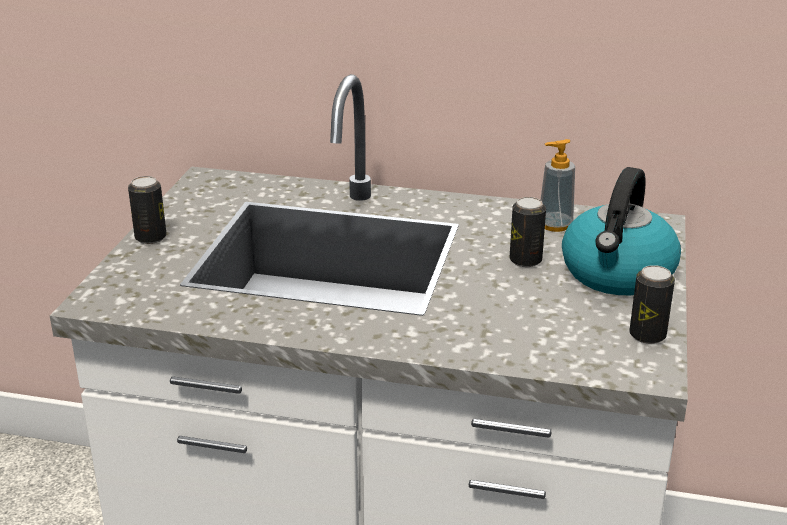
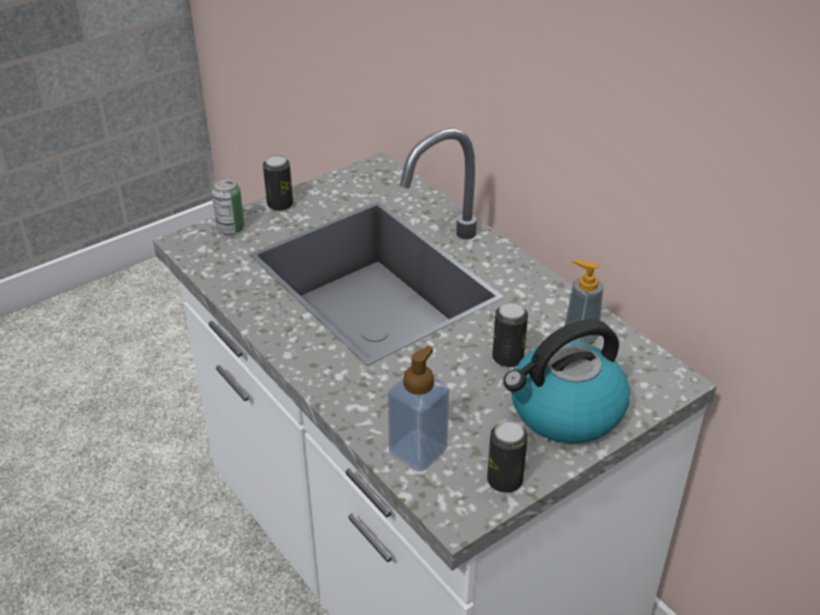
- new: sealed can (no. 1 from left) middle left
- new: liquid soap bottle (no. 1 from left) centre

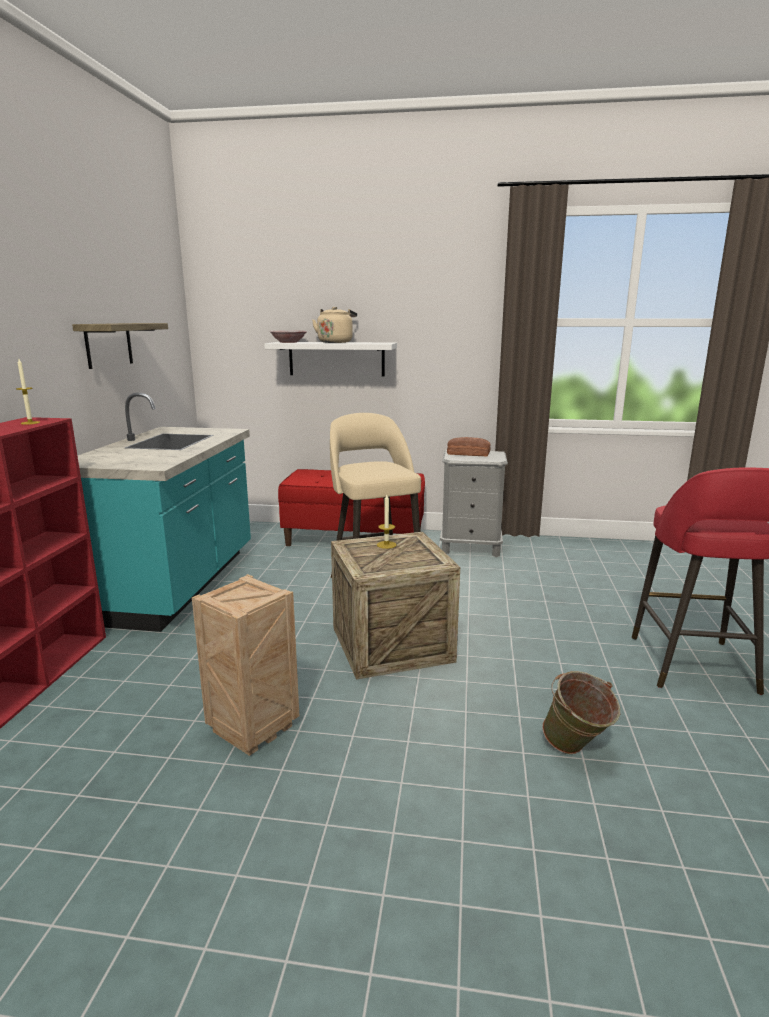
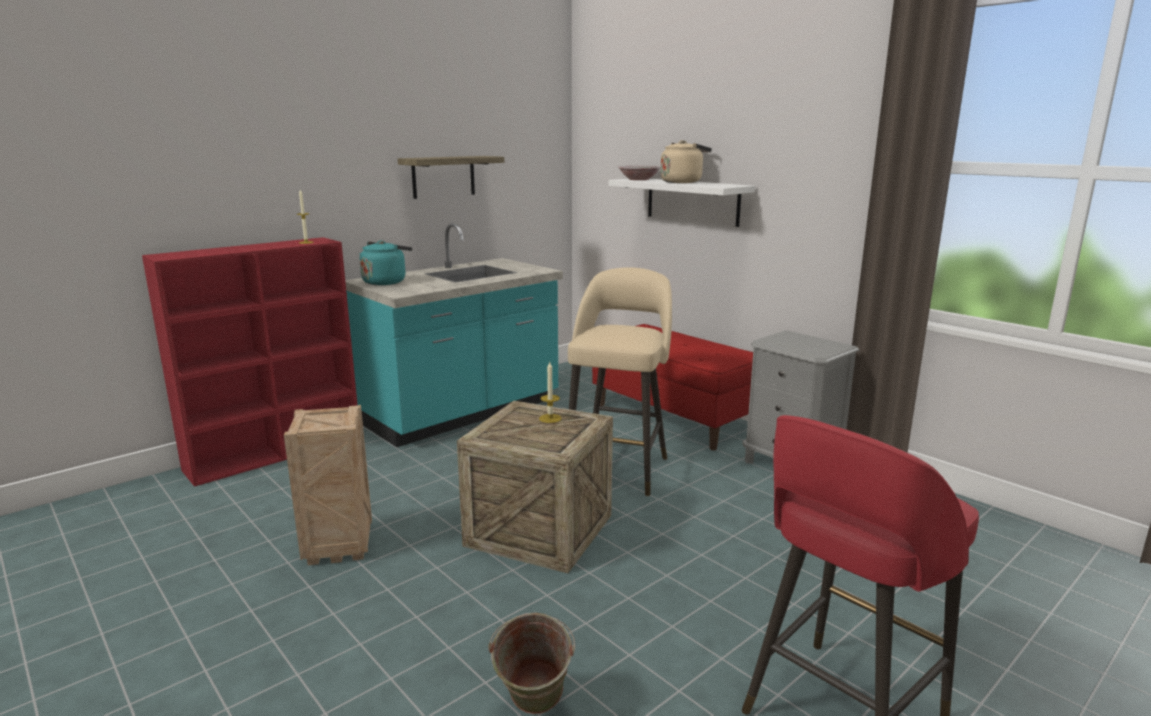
- gone: bread centre
- new: blue-green kettle centre

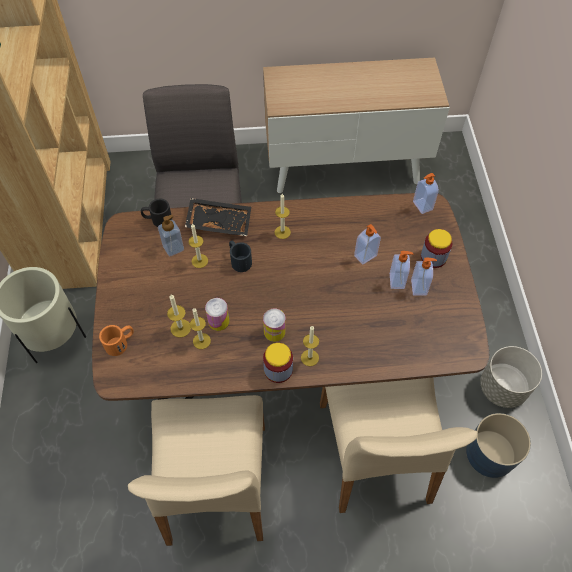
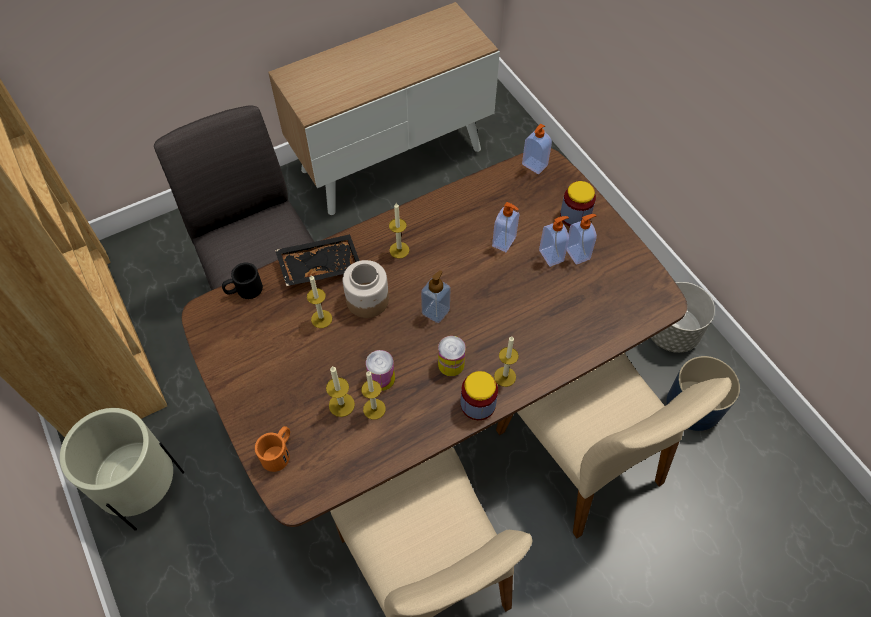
- shifted: liquid soap bottle (no. 1 from left) middle left to centre
- swapped: black-coloured tea mug (no. 2 from left) centre to storage jar (no. 1 from left) centre

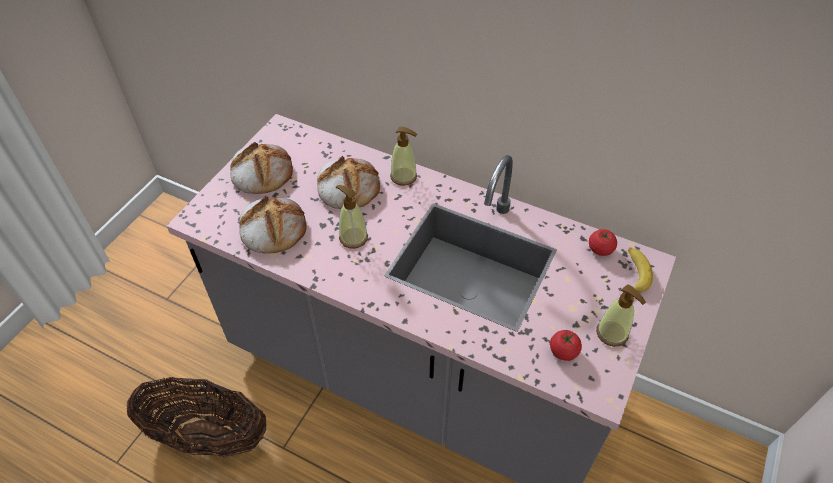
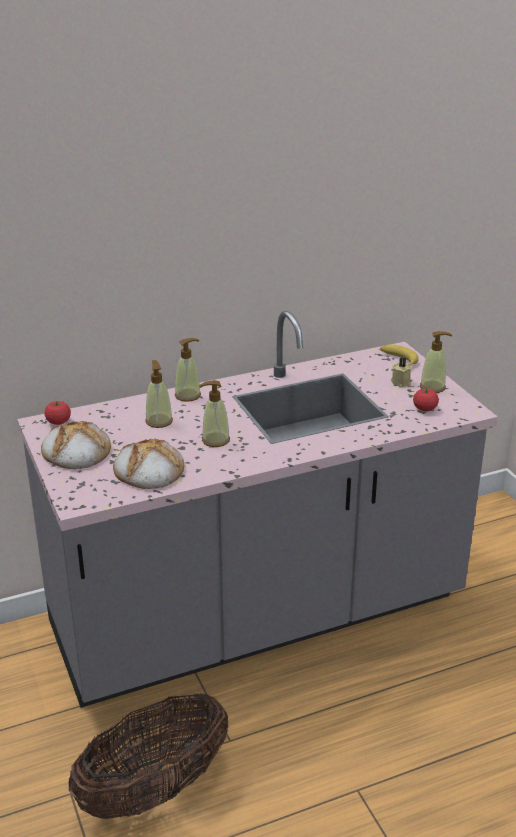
- swapped: bread (no. 3 from left) centre to liquid soap bottle (no. 1 from left) middle left
- shifted: tomato (no. 2 from left in the first image) middle right to tomato (no. 1 from left) middle left
- new: beige-coloured wax candle middle right

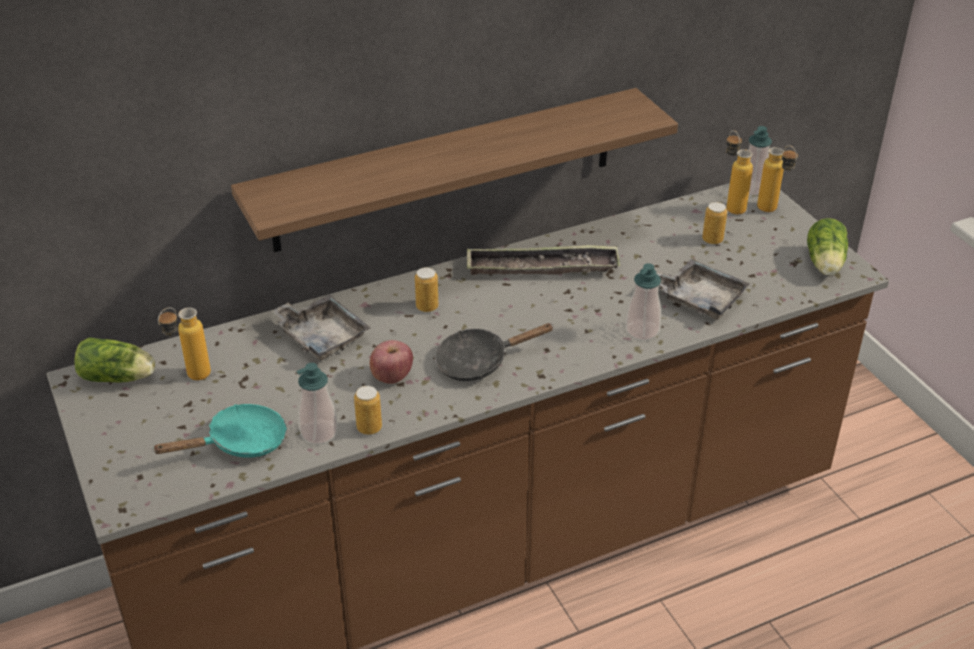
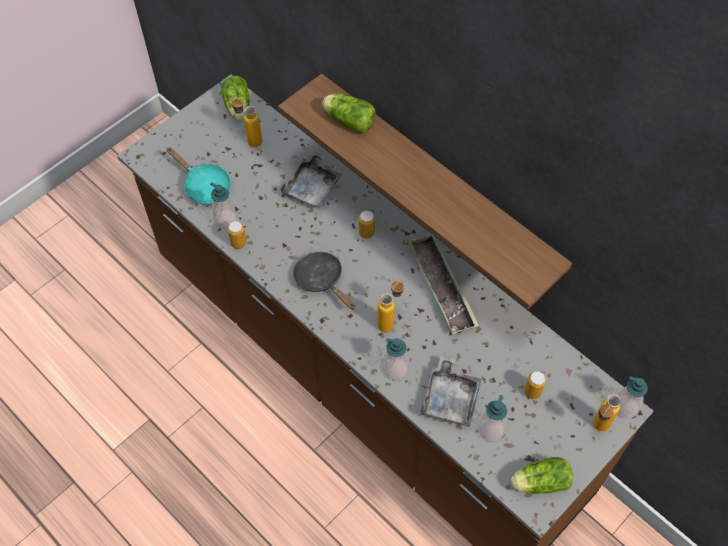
- gone: apple fruit centre
- shifted: bottle (no. 2 from left) top right to centre
- new: lettuce head (no. 2 from left) top centre
- new: liquid soap bottle (no. 3 from left) bottom right

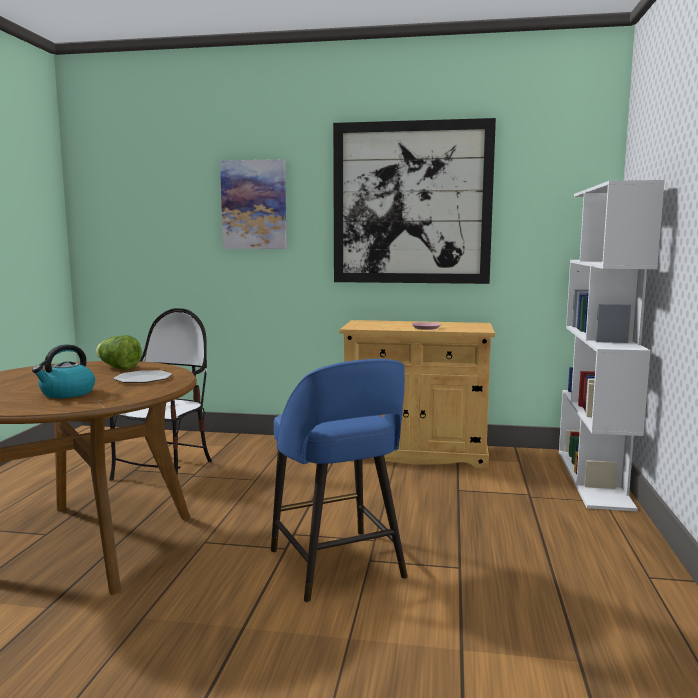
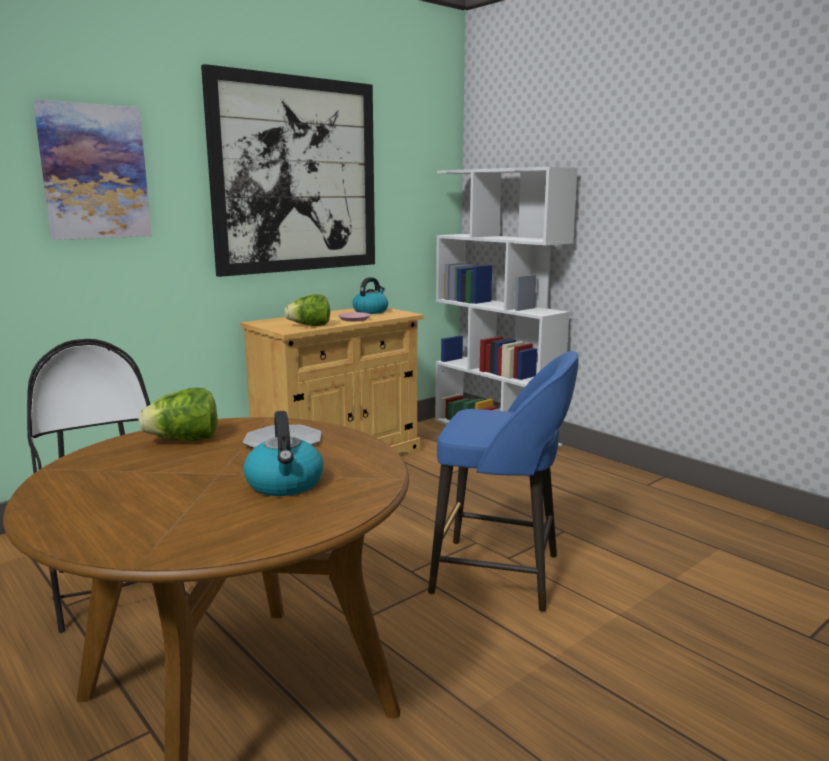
- new: lettuce head (no. 2 from left) centre
- new: kettle (no. 2 from left) centre

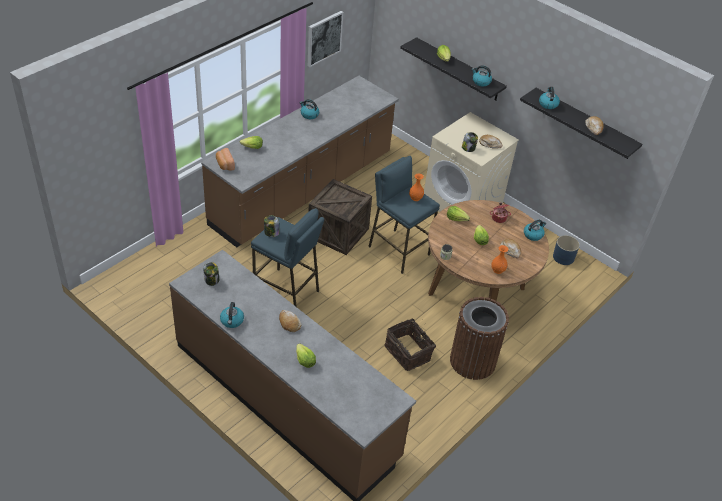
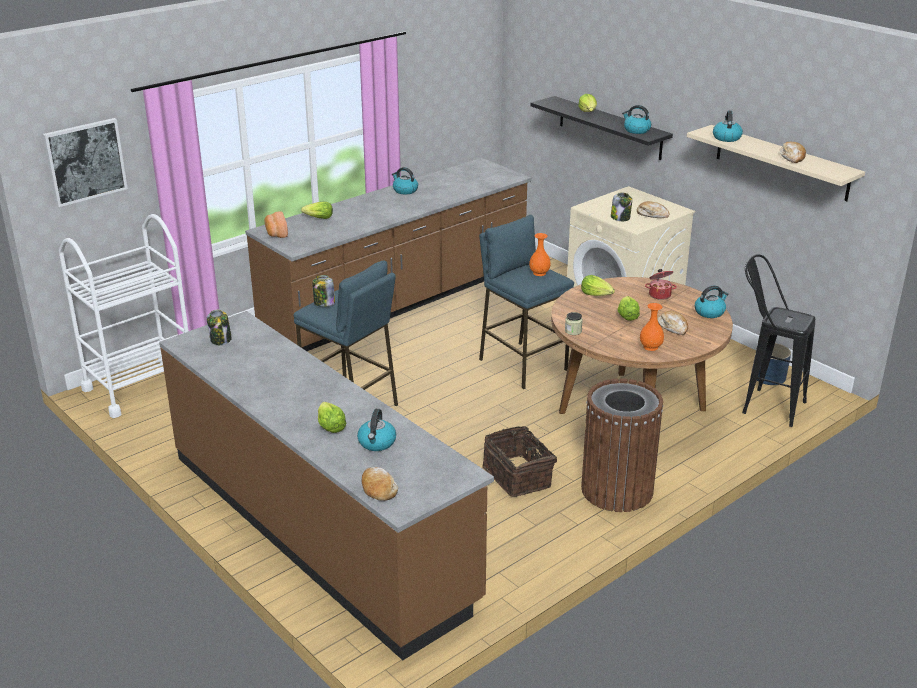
- shifted: kettle (no. 1 from left) middle left to centre
- shifted: bread (no. 2 from left) centre to bottom centre
- shifted: picture top centre to top left
- gone: shipping crate centre
- repainted: black-coloured bracket shelf (no. 2 from left) top right to beige-coloured bracket shelf top right
- new: white-coloured trolley middle left
- new: black-coloured sitting stool middle right

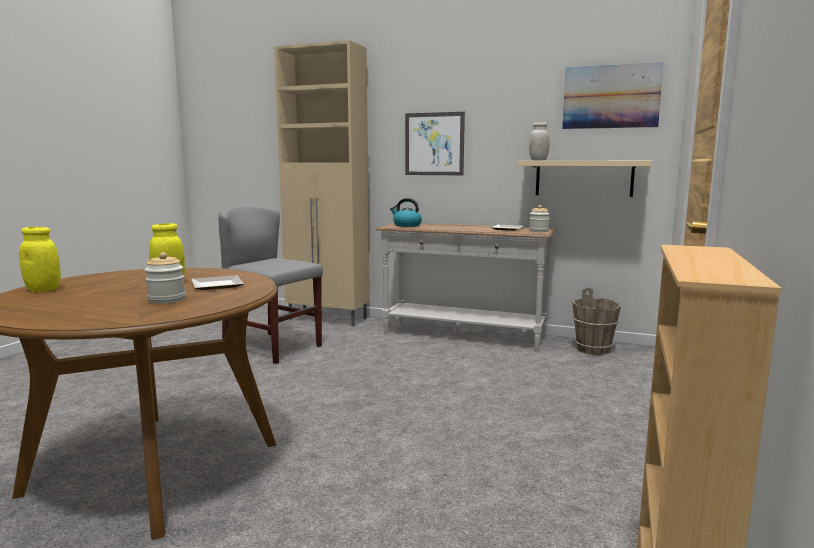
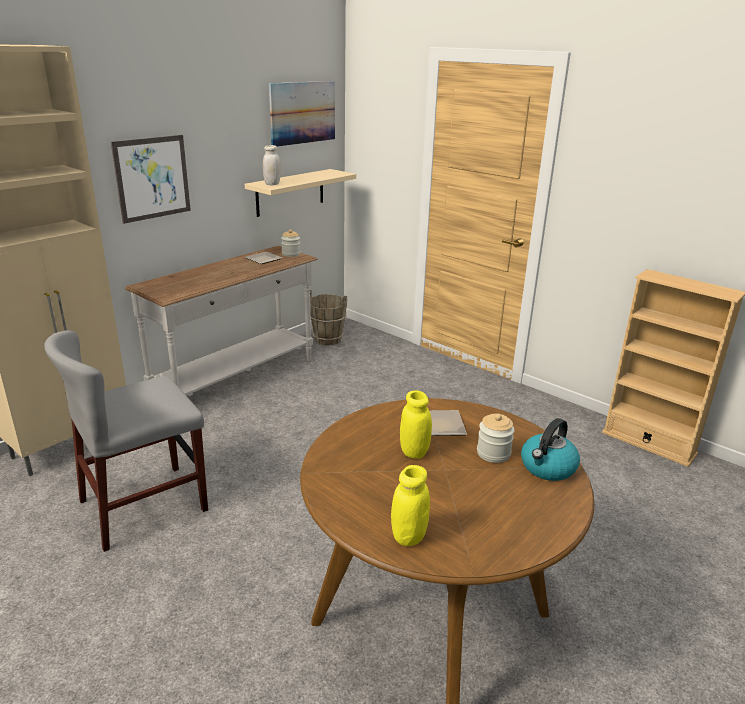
- shifted: kettle centre to middle right

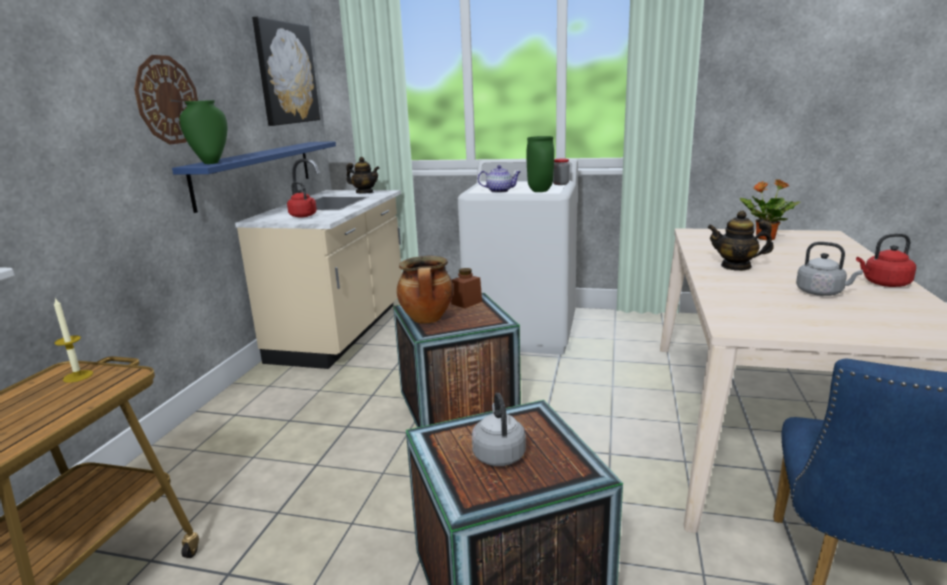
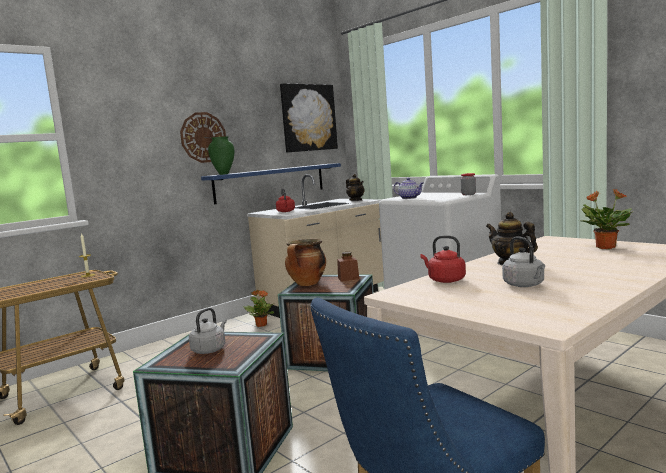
- gone: green-coloured flower vase (no. 2 from left) top centre
- shifted: red-coloured kettle (no. 2 from left) middle right to centre
- new: plant in a pot (no. 1 from left) centre

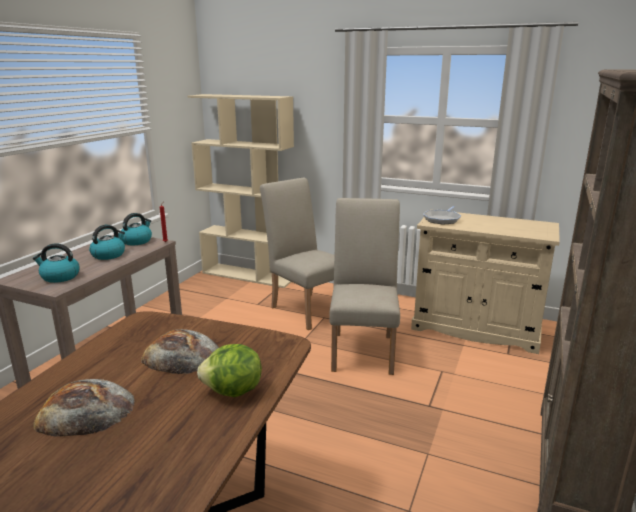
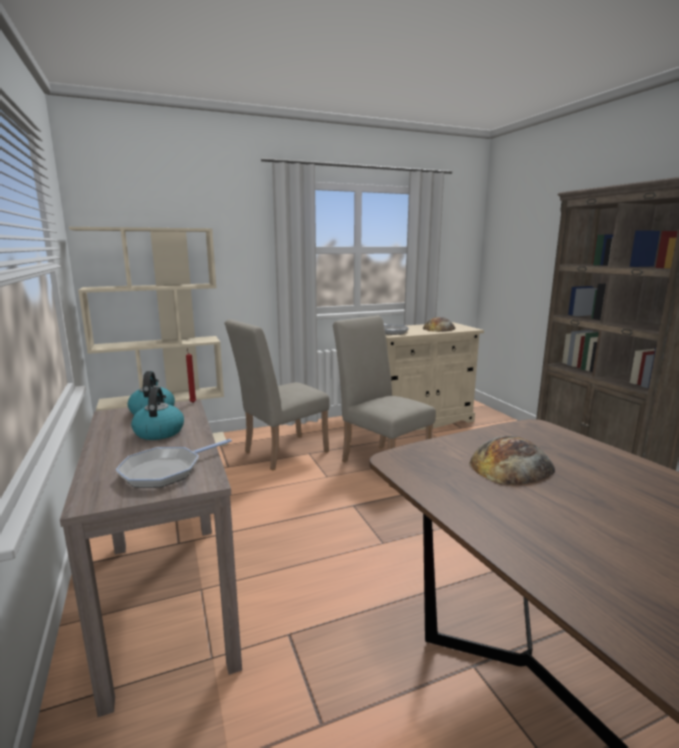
- swapped: kettle (no. 1 from left) middle left to pan (no. 1 from left) middle left
- shifted: bread (no. 1 from left) bottom left to centre
- gone: lettuce head bottom centre
- rotated: beige-coloured chair (no. 1 from left) centre = centre 45 degrees counterclockwise

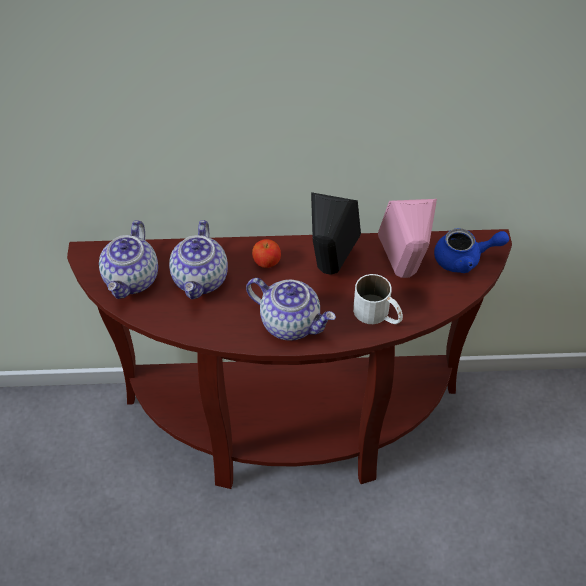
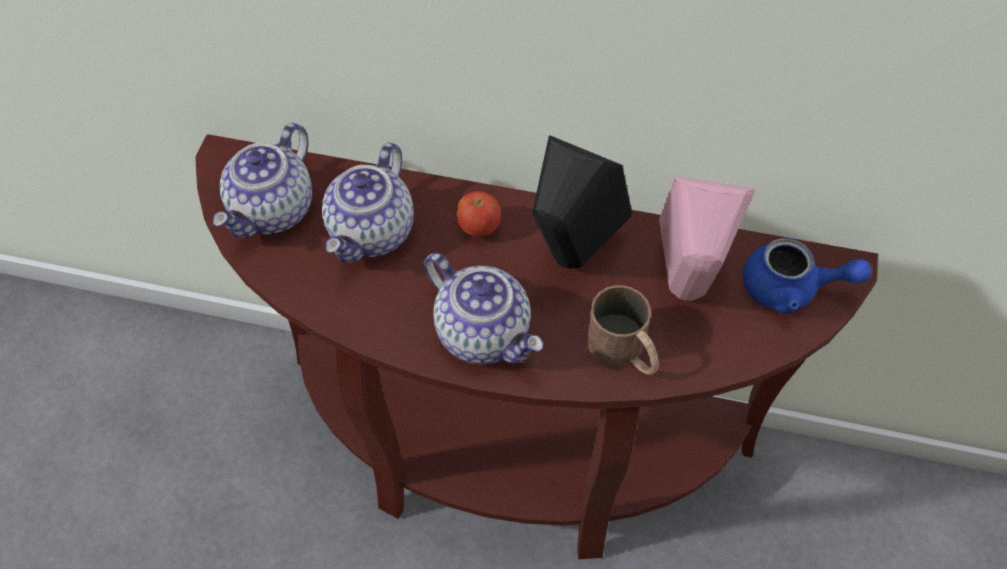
- repainted: white-coloured tea mug centre to brown-coloured tea mug centre

